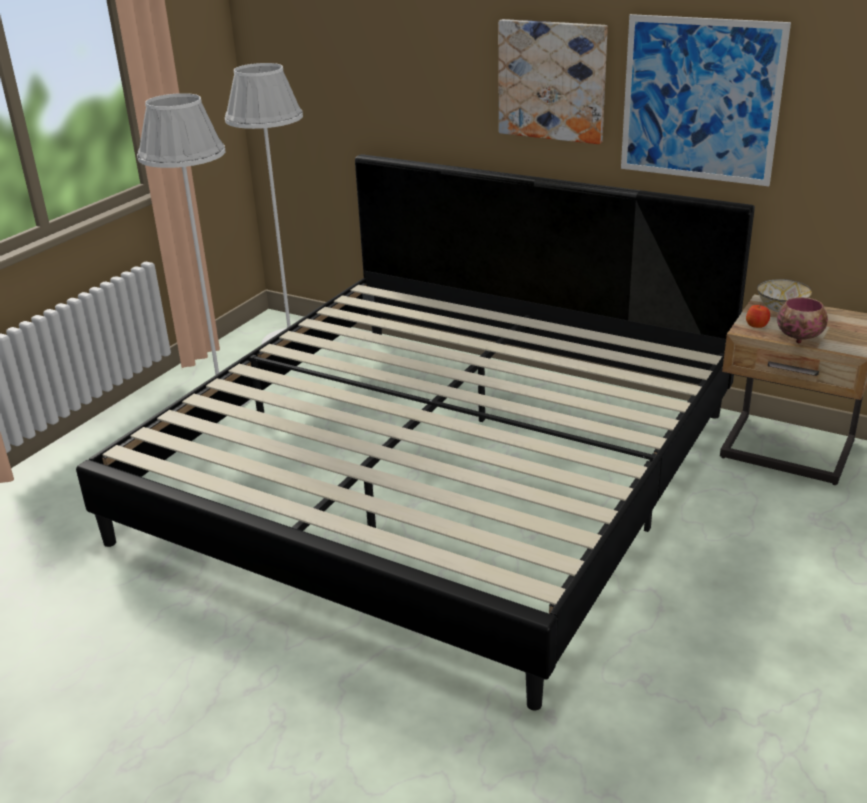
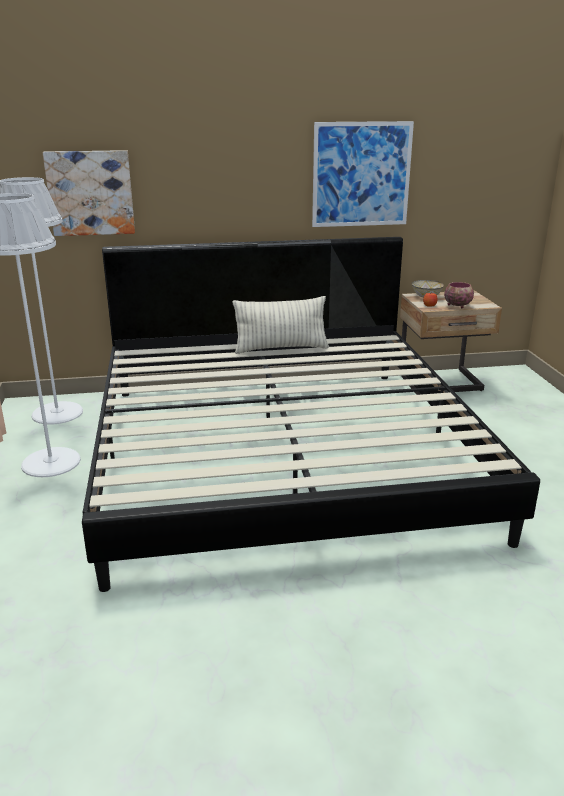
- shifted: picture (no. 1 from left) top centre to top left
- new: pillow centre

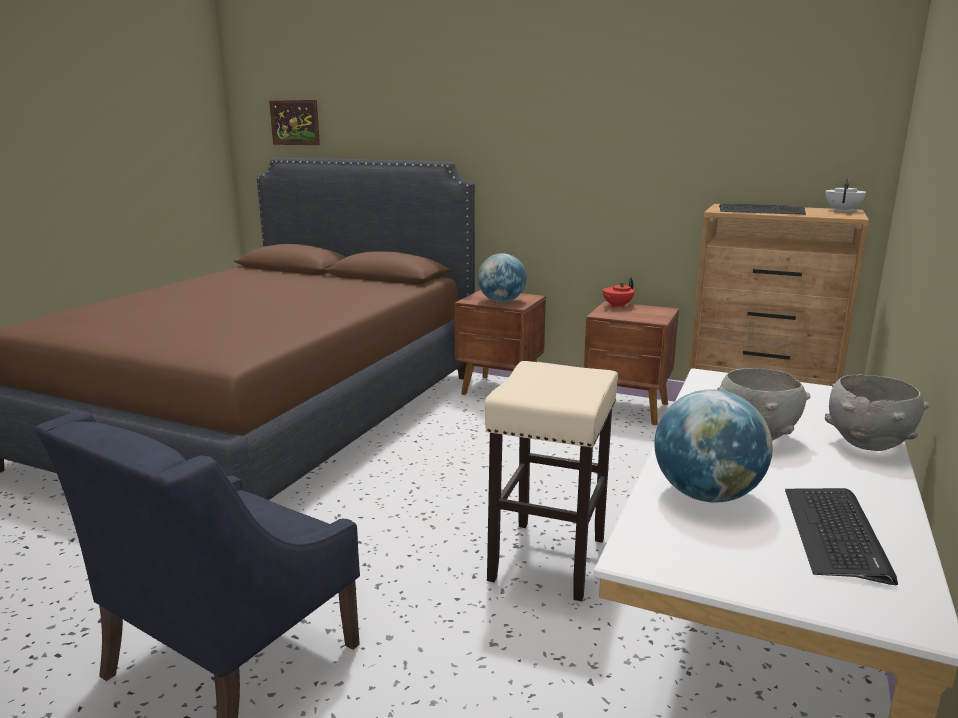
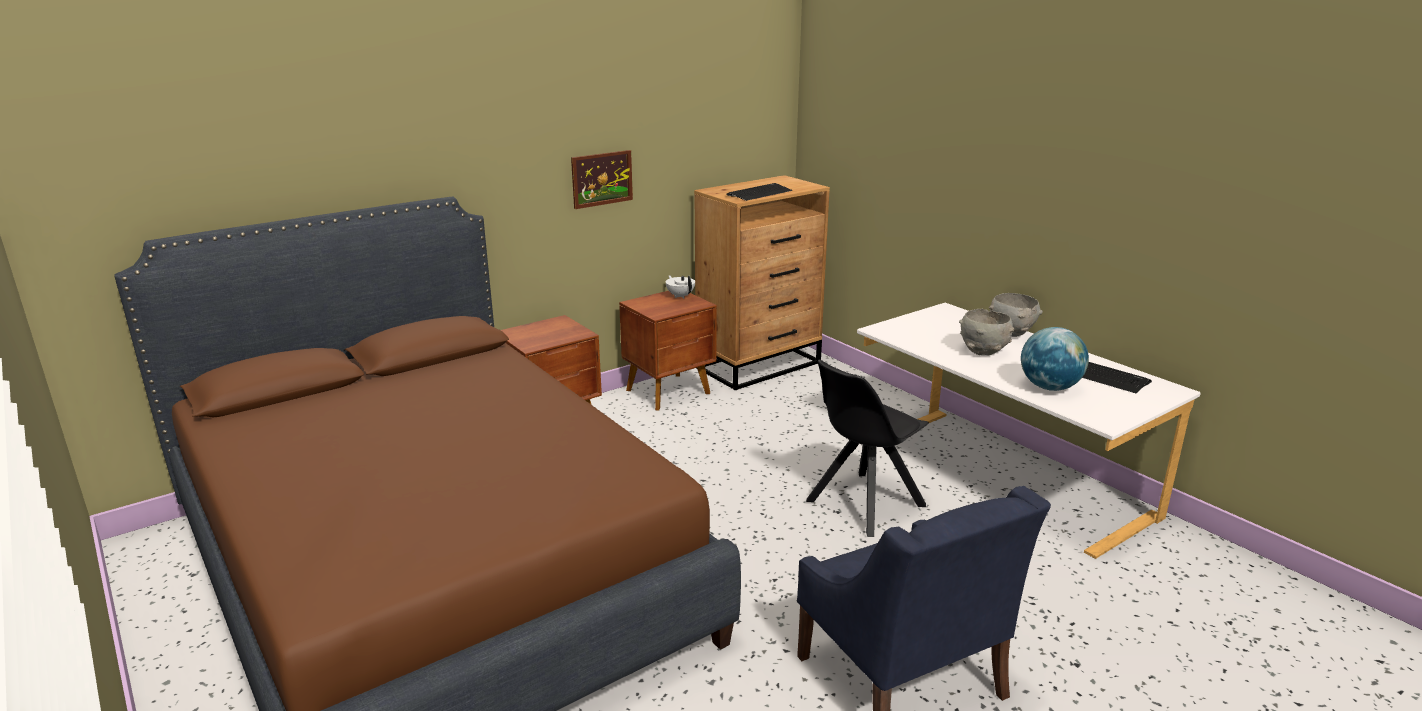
- shifted: picture top left to top centre
- gone: desk globe (no. 1 from left) centre
- swapped: beige-coloured sitting stool bottom centre to black-coloured chair centre
- gone: red-coloured teapot centre
- shifted: white-coloured teapot top right to centre

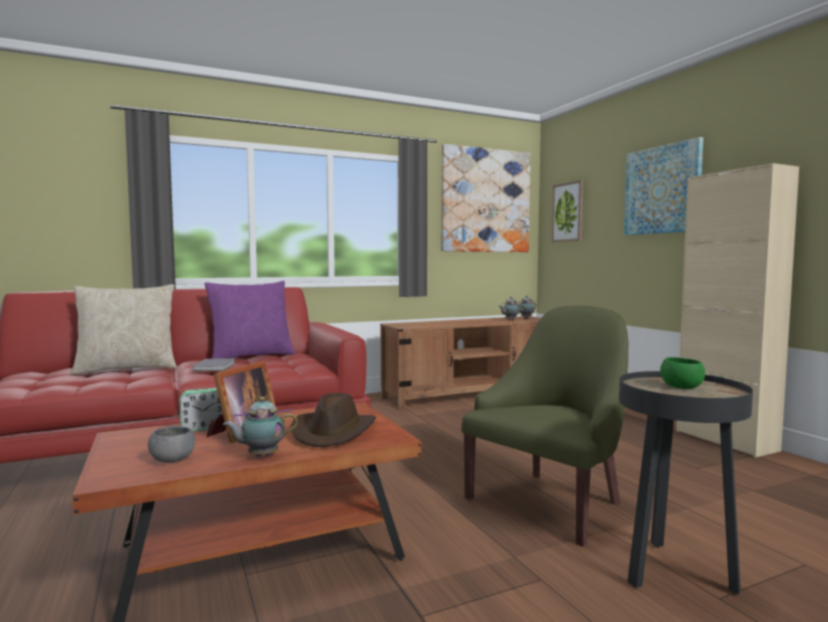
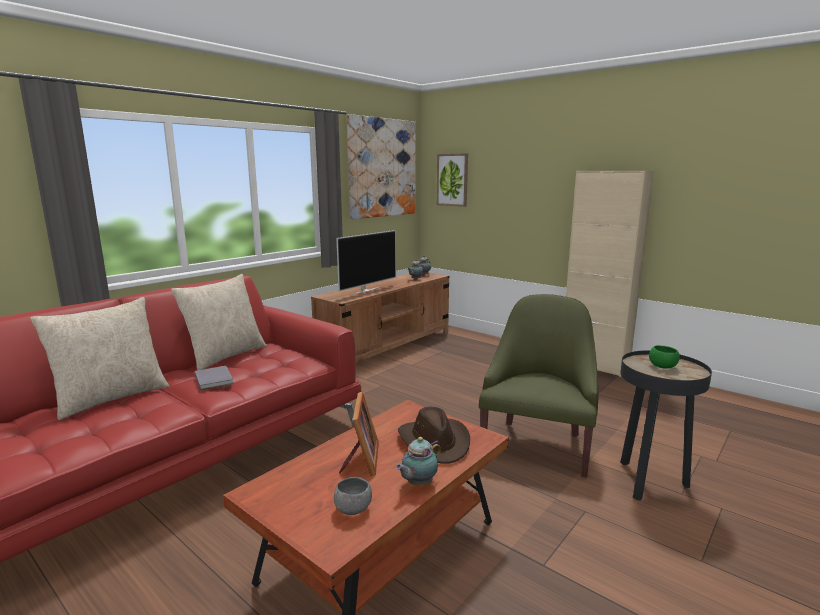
- gone: bedside clock middle left
- repainted: purplish pillow middle left to beige-coloured pillow (no. 2 from left) middle left
- gone: picture (no. 3 from left) top right
- new: TV set centre

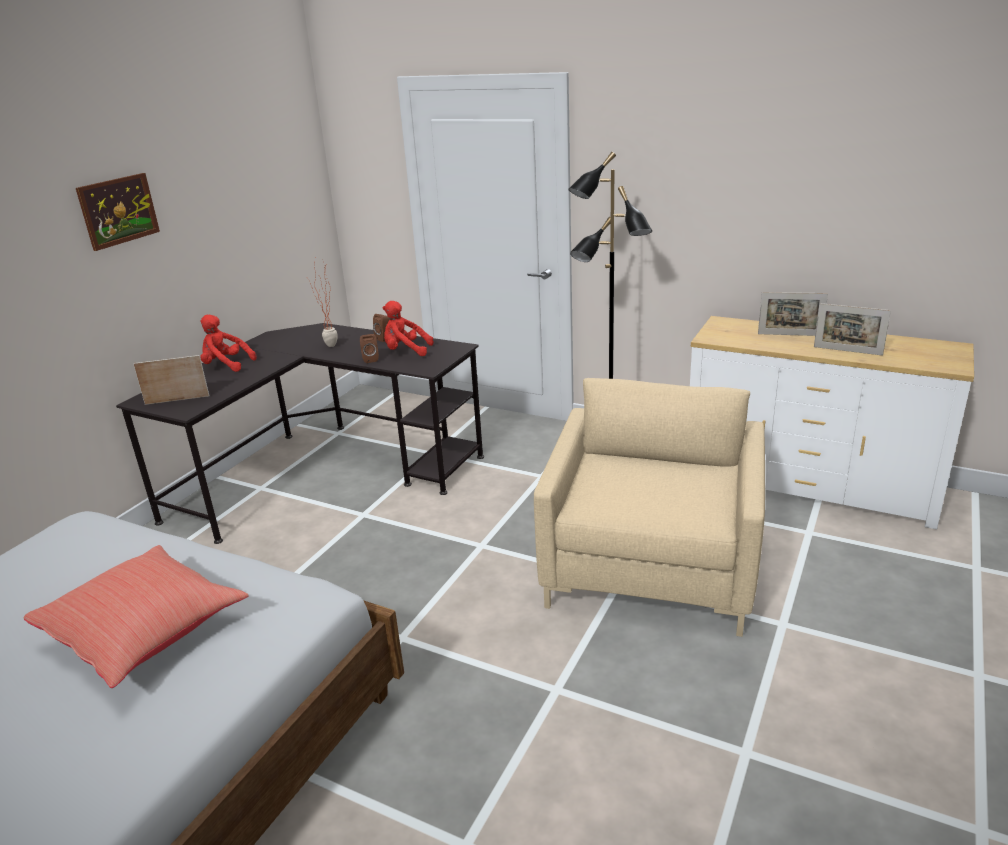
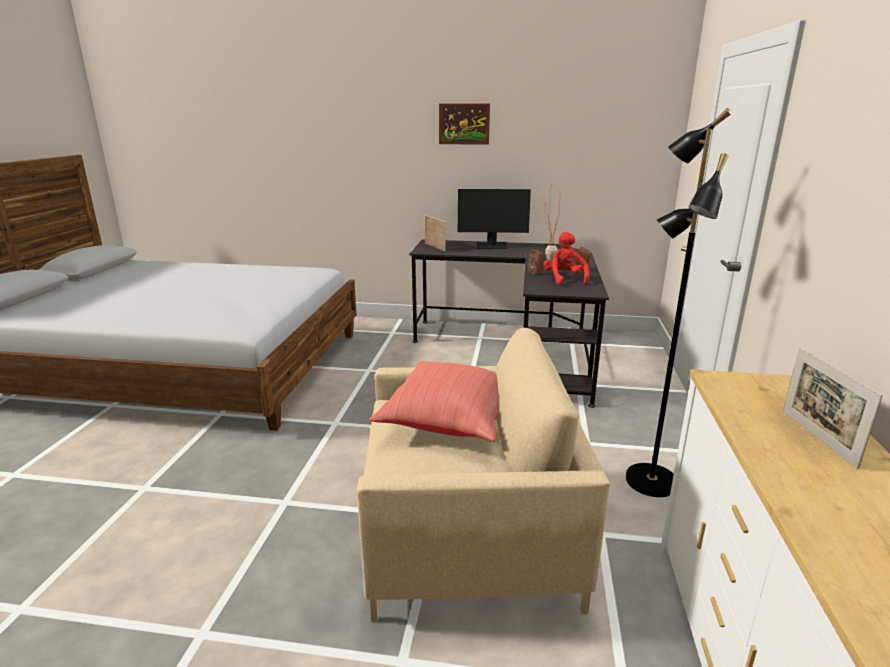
- shifted: red-coloured pillow bottom left to centre
- swapped: red-coloured cuddly toy (no. 1 from left) middle left to computer display top centre
- gone: picture frame (no. 3 from left) middle right

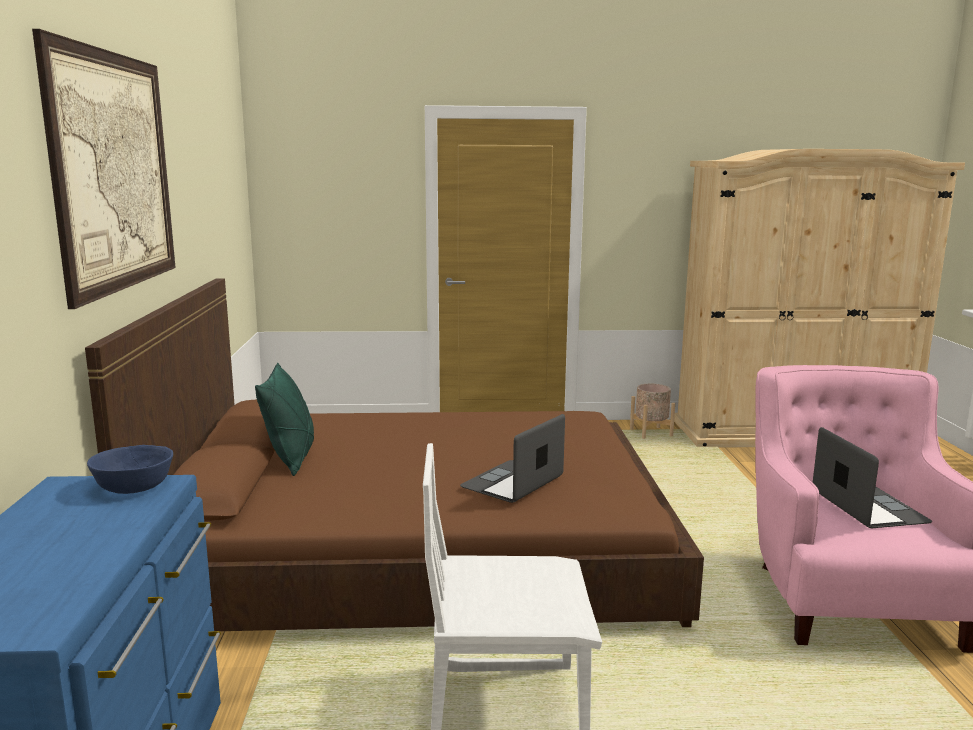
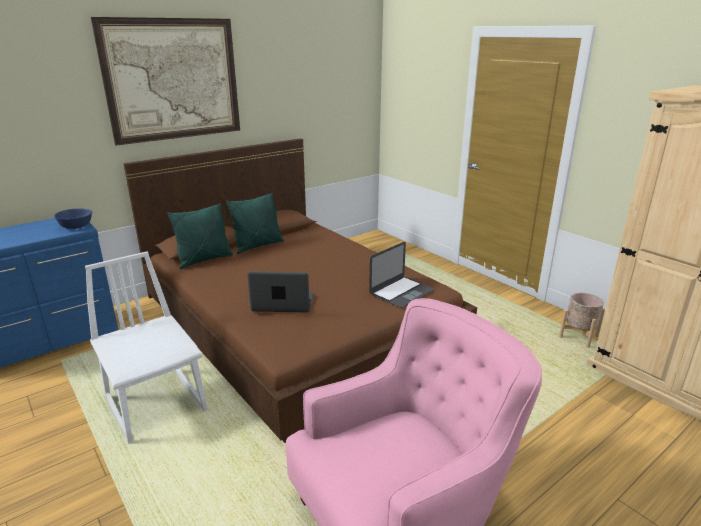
- shifted: notebook computer (no. 2 from left) middle right to centre
- new: green-coloured pillow (no. 1 from left) middle left

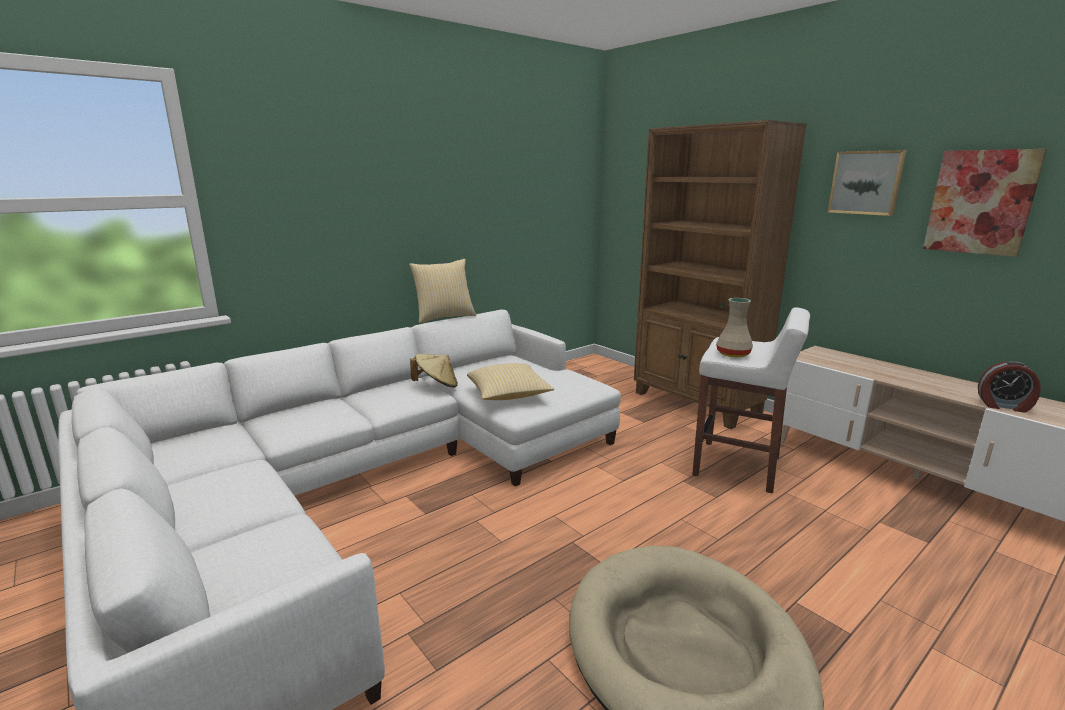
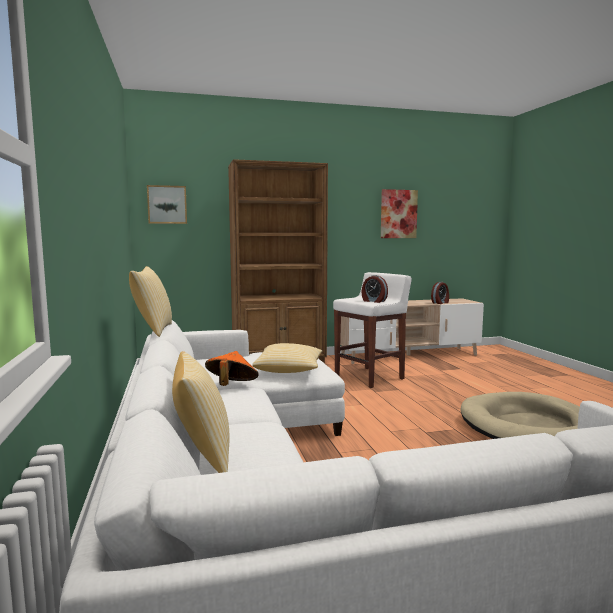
- repainted: beige-coloured clothing hat centre to orange-coloured clothing hat centre
- swapped: beige-coloured flower vase middle right to bedside clock (no. 1 from left) centre
- shifted: picture (no. 1 from left) top right to top left
- new: pillow (no. 2 from left) bottom left

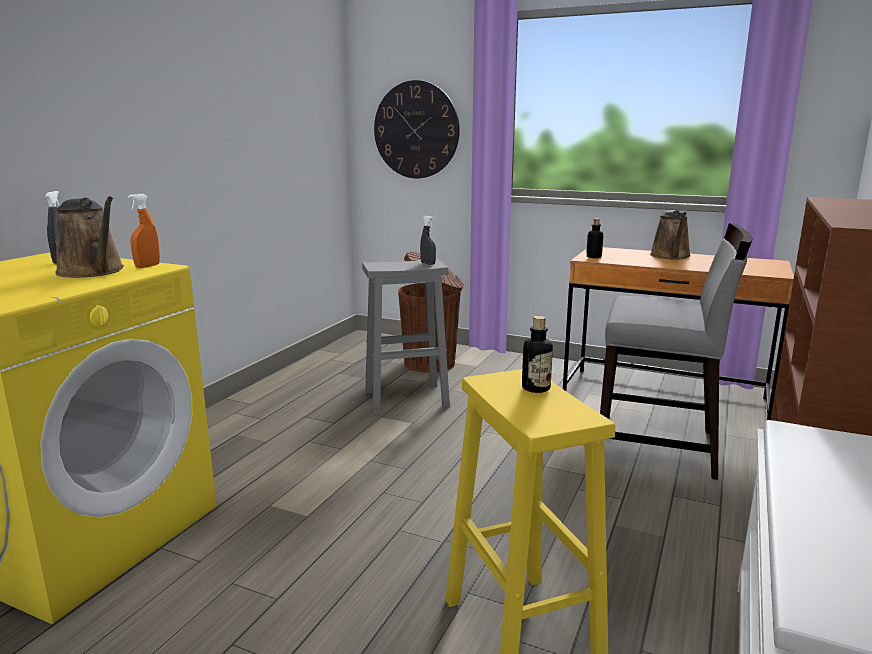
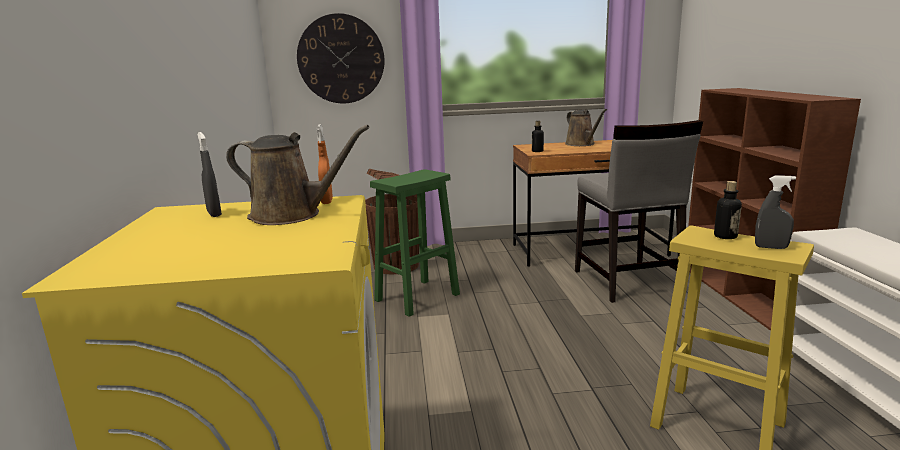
- repainted: grey sitting stool centre to green-coloured sitting stool centre
- shifted: grey hand sprayer (no. 2 from left) centre to middle right
- rotated: grey chair middle right = middle right 90 degrees clockwise

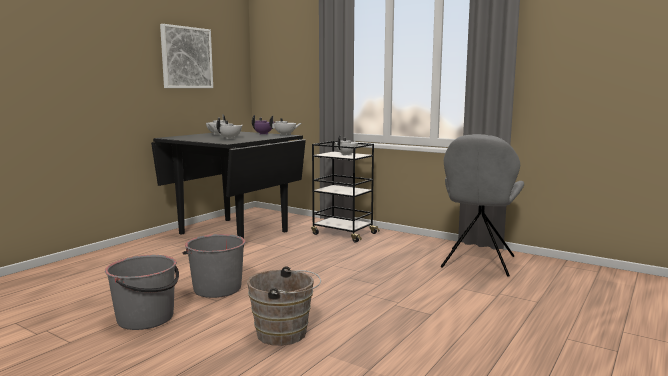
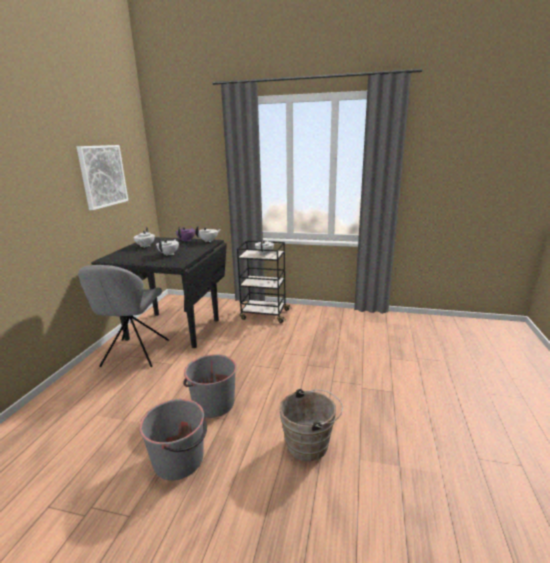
- shifted: grey chair middle right to middle left

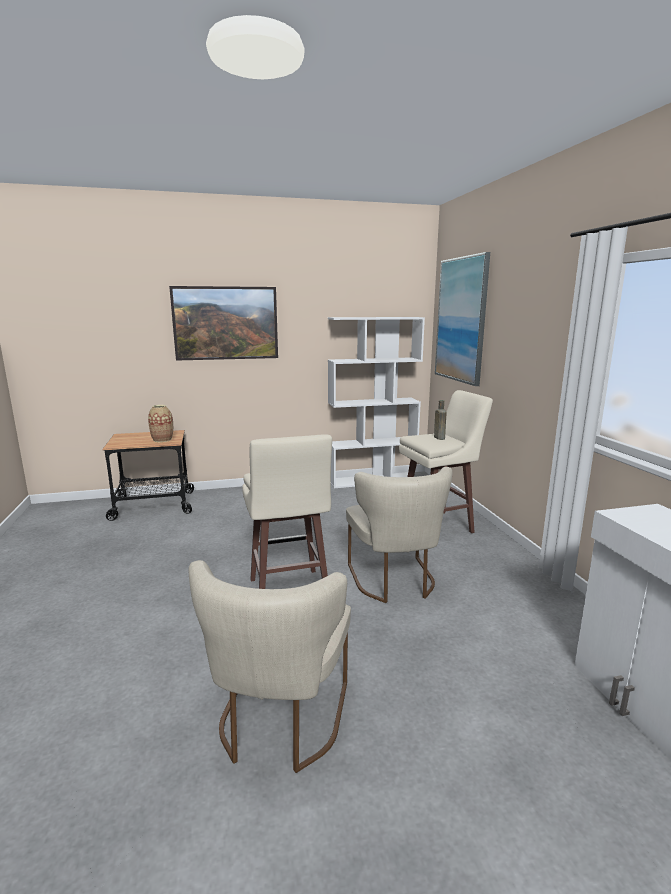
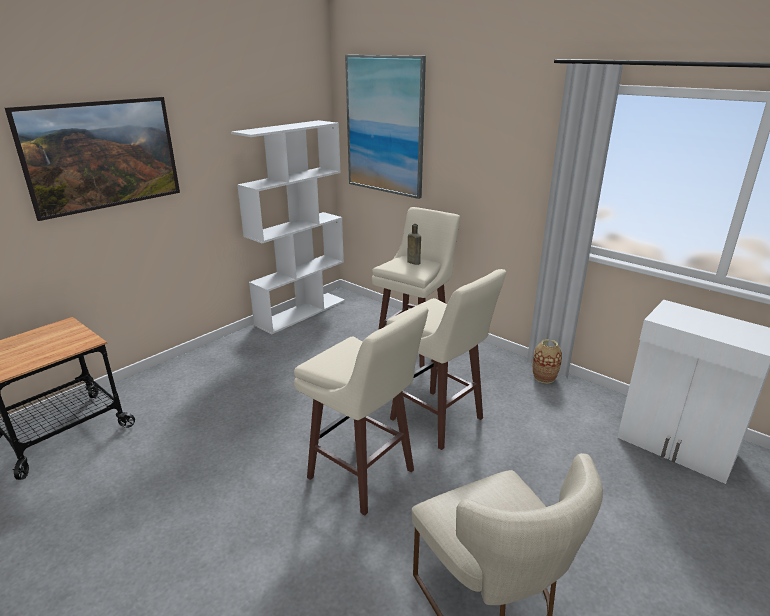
- shifted: flower vase middle left to middle right
- swapped: beige-coloured chair (no. 2 from left) centre to beige-coloured sitting stool (no. 3 from left) centre

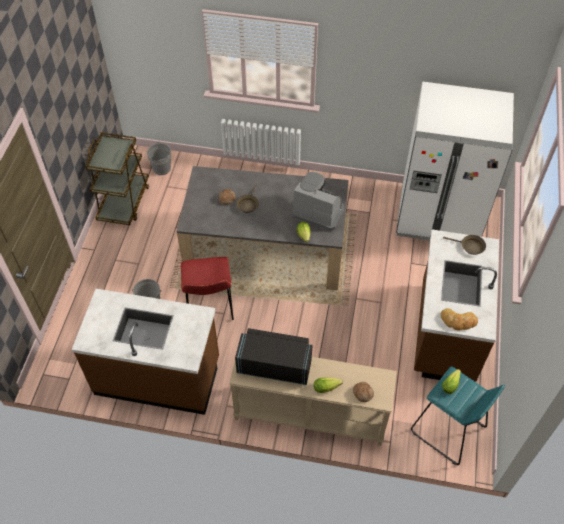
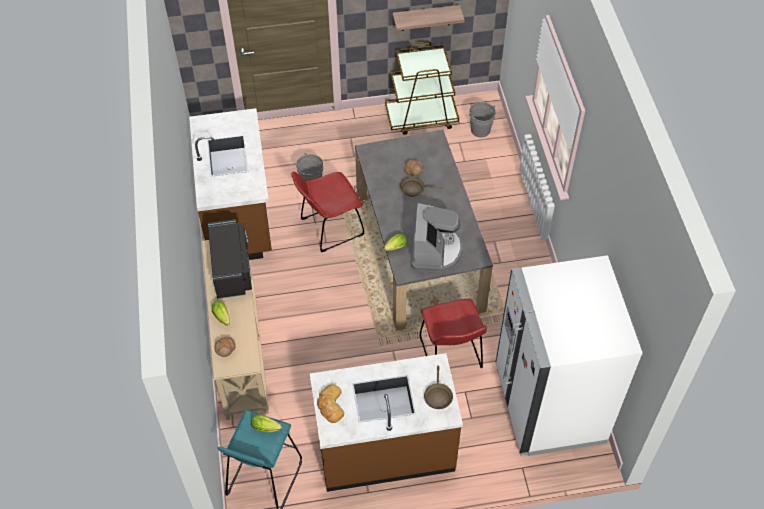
- new: bracket shelf top centre
- new: red-coloured chair (no. 2 from left) centre

